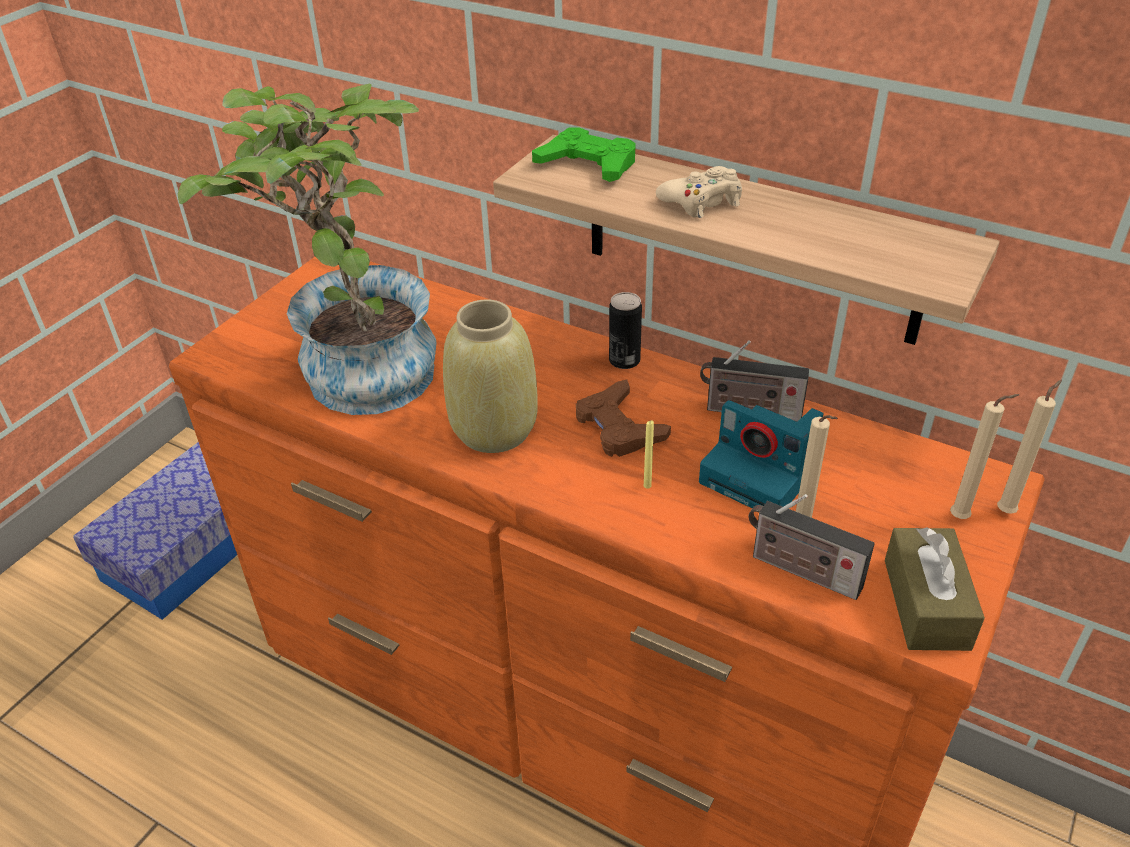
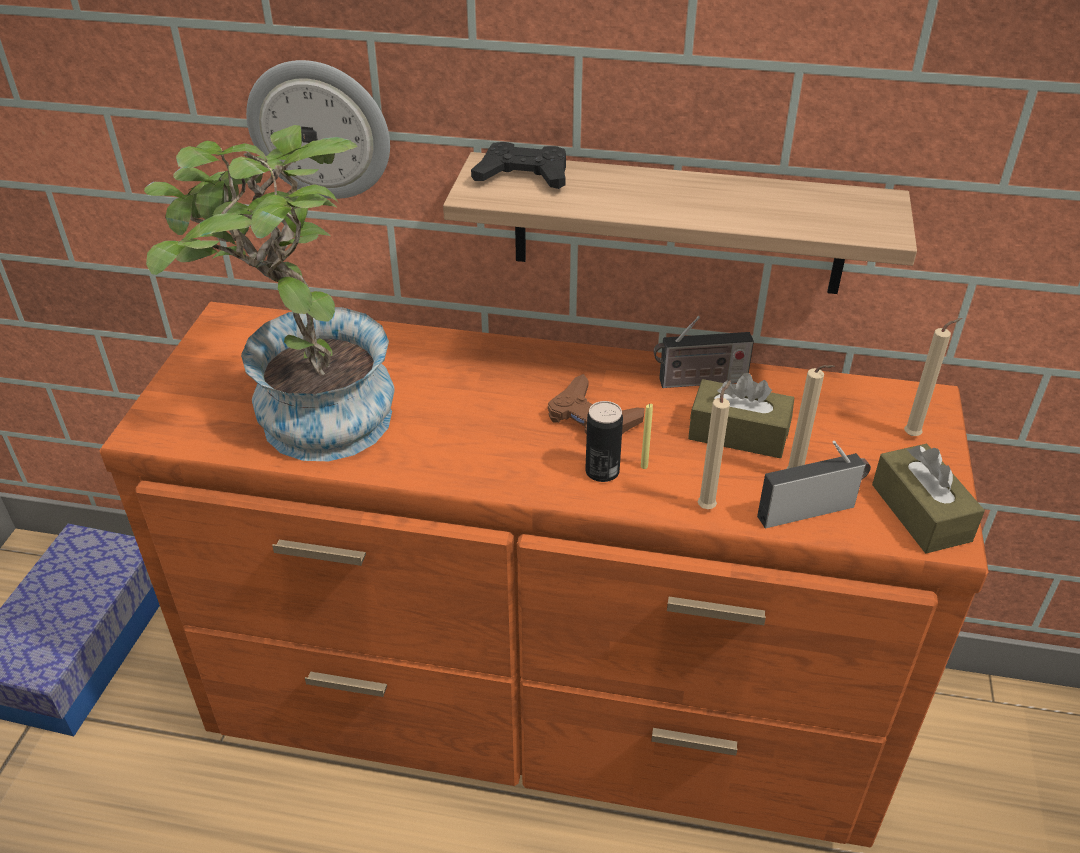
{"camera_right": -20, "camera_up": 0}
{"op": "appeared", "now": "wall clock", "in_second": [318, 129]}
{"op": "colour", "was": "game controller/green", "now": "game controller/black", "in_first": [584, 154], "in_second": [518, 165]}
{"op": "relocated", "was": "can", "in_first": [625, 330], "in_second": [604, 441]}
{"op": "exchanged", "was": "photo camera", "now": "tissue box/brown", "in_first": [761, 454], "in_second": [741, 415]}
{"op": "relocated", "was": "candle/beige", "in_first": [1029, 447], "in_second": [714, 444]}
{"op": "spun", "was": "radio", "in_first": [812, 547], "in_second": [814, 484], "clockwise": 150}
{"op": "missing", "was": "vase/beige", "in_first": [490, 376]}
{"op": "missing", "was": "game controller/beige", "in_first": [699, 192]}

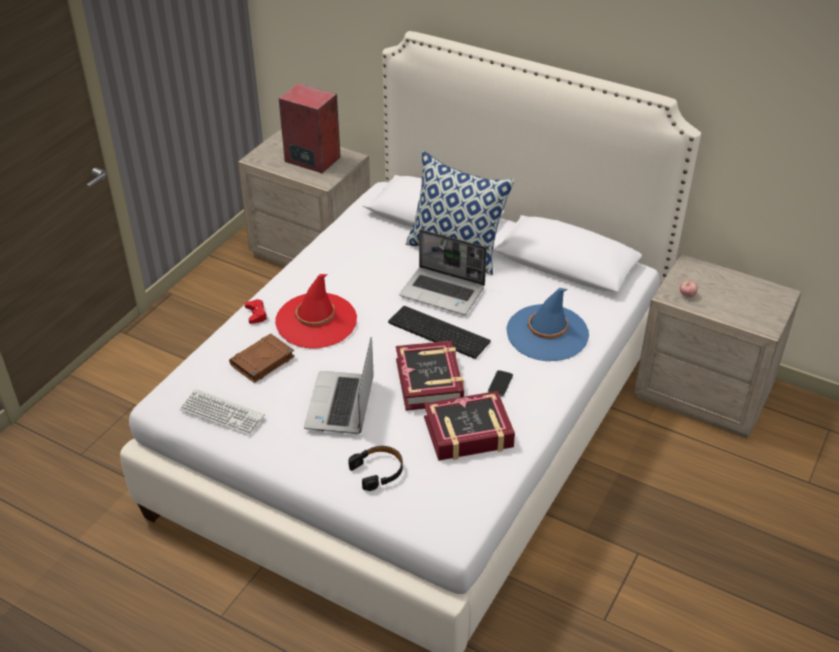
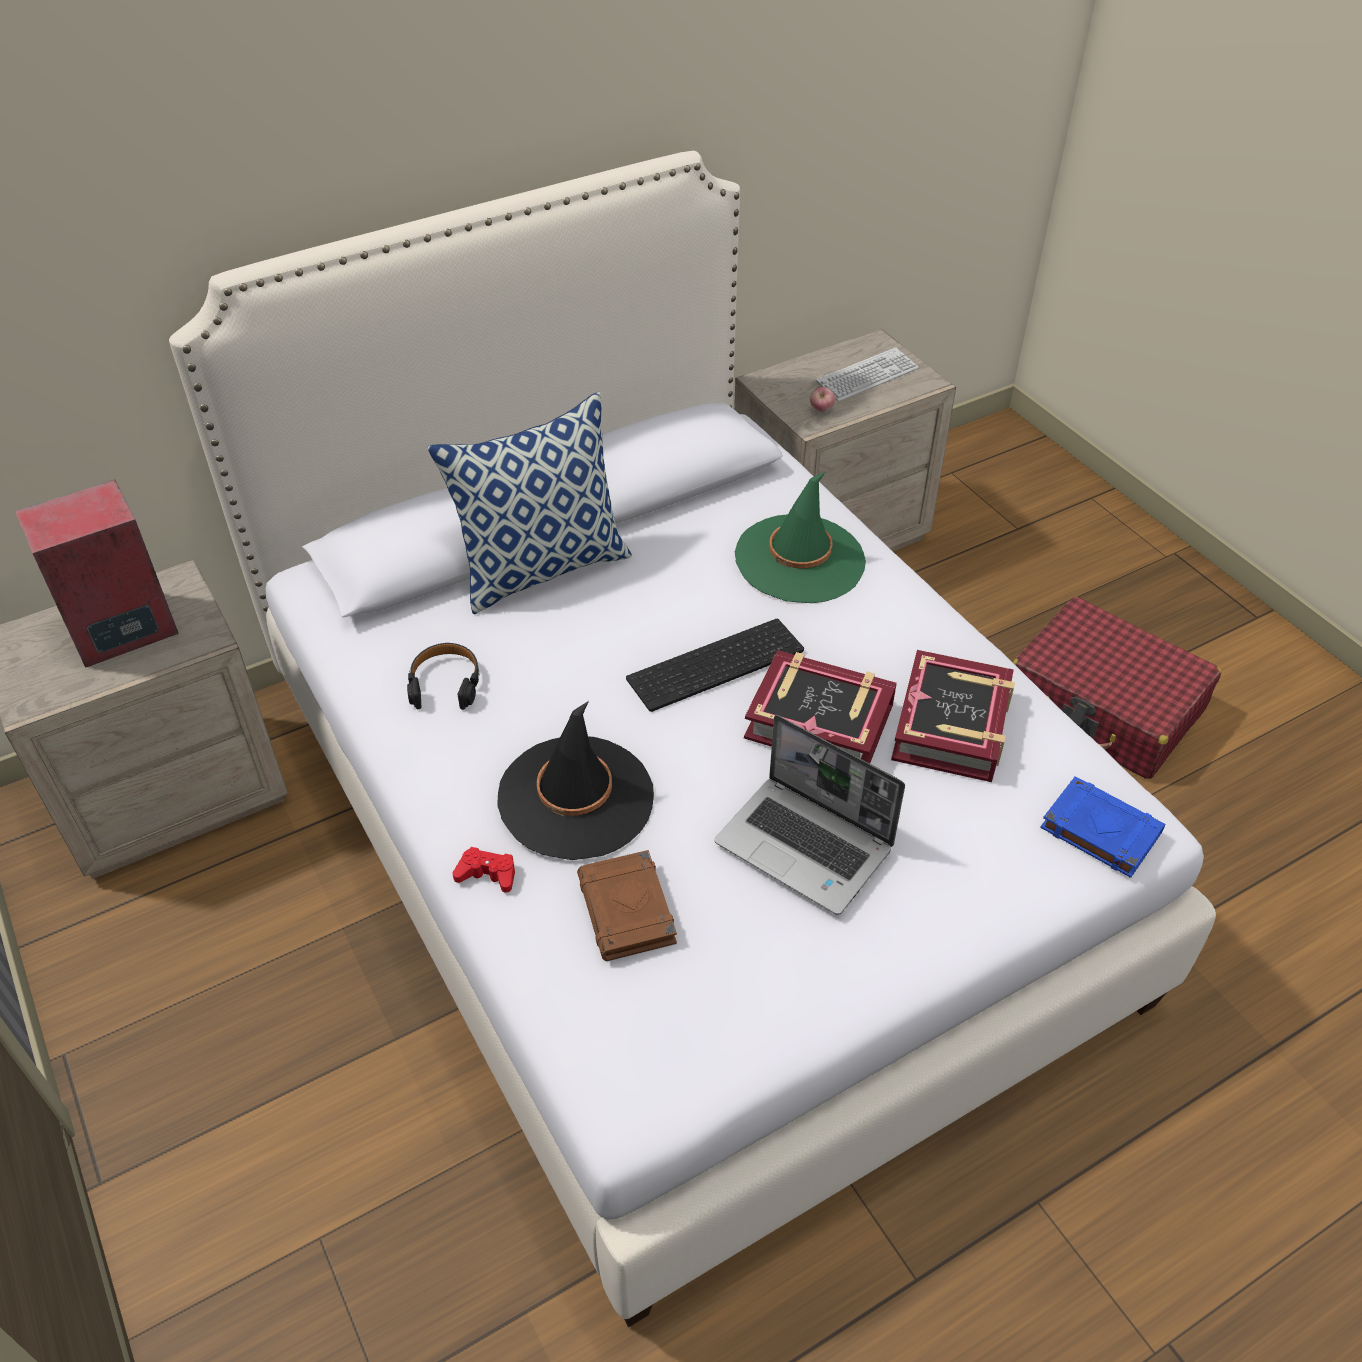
{"camera_right": -60, "camera_up": 5}
{"op": "relocated", "was": "headphones/black", "in_first": [375, 468], "in_second": [443, 676]}
{"op": "colour", "was": "hat/red", "now": "hat/black", "in_first": [316, 311], "in_second": [575, 780]}
{"op": "colour", "was": "hat/blue", "now": "hat/green", "in_first": [547, 324], "in_second": [800, 537]}
{"op": "relocated", "was": "keyboard", "in_first": [222, 412], "in_second": [867, 374]}
{"op": "appeared", "now": "suitcase/red", "in_second": [1117, 688]}
{"op": "appeared", "now": "book/blue", "in_second": [1102, 827]}
{"op": "missing", "was": "laptop", "in_first": [443, 272]}
{"op": "missing", "was": "phone", "in_first": [500, 383]}

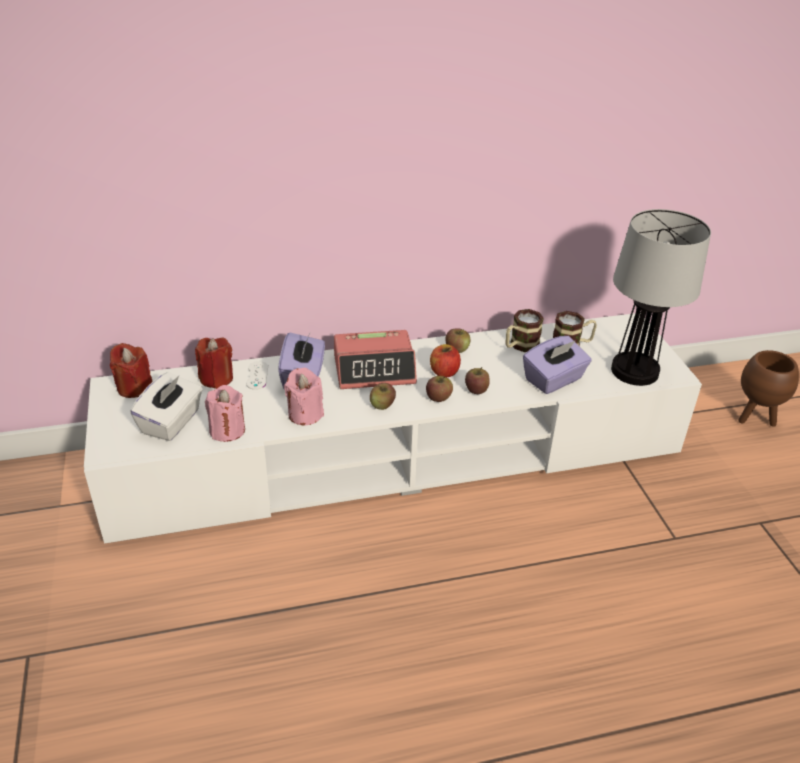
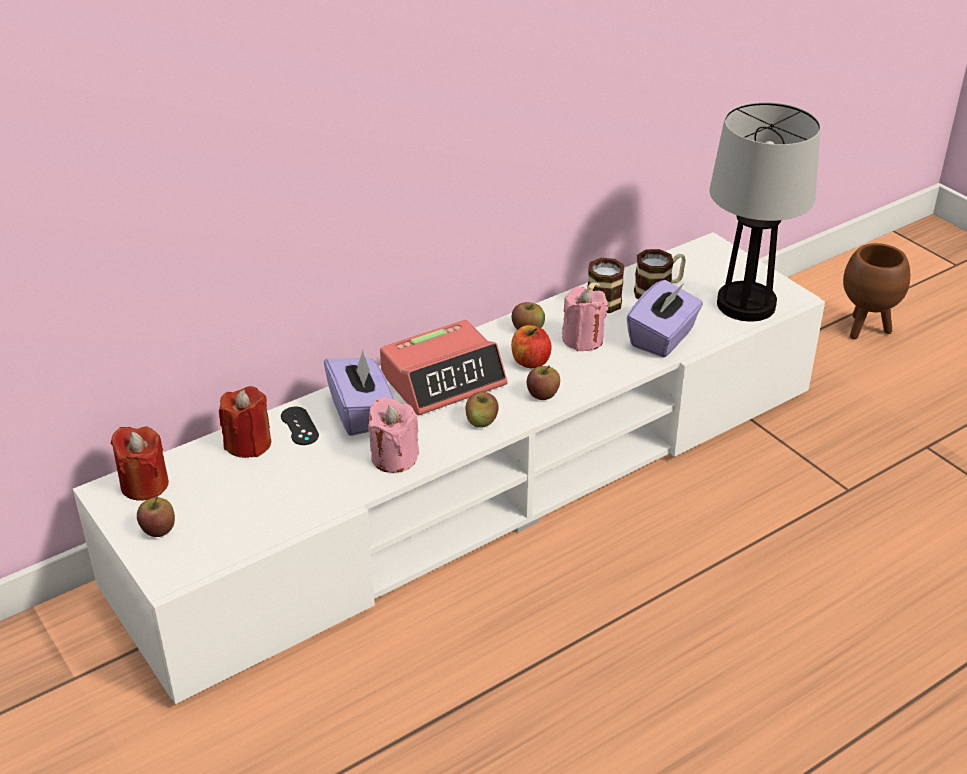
{"camera_right": -20, "camera_up": 0}
{"op": "relocated", "was": "apple", "in_first": [477, 380], "in_second": [156, 517]}
{"op": "colour", "was": "game controller/white", "now": "game controller/black", "in_first": [257, 375], "in_second": [300, 426]}
{"op": "relocated", "was": "candle/pink", "in_first": [225, 413], "in_second": [585, 319]}
{"op": "missing", "was": "tissue box/white", "in_first": [166, 406]}

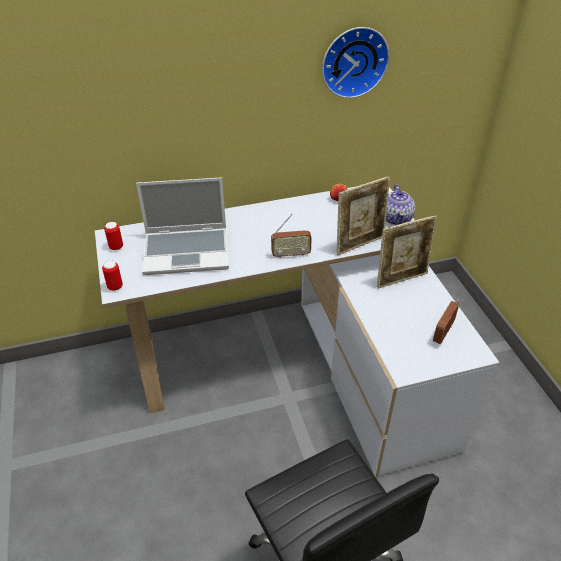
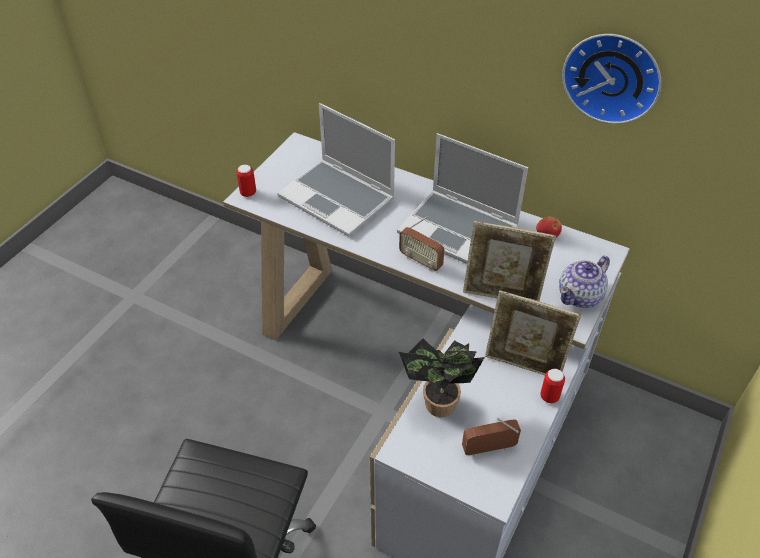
{"camera_right": 45, "camera_up": 5}
{"op": "appeared", "now": "laptop", "in_second": [462, 198]}
{"op": "appeared", "now": "potted plant", "in_second": [442, 378]}
{"op": "relocated", "was": "can", "in_first": [113, 236], "in_second": [552, 386]}

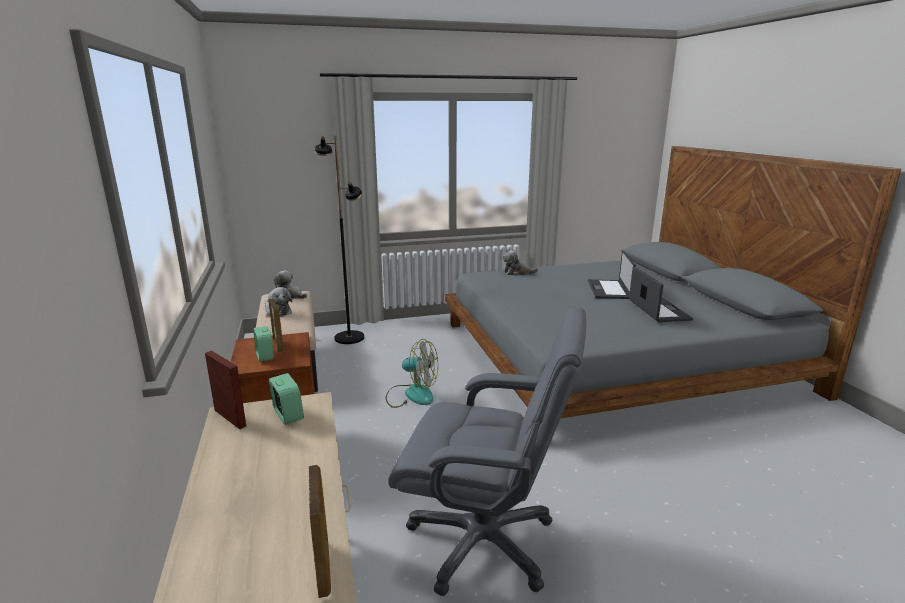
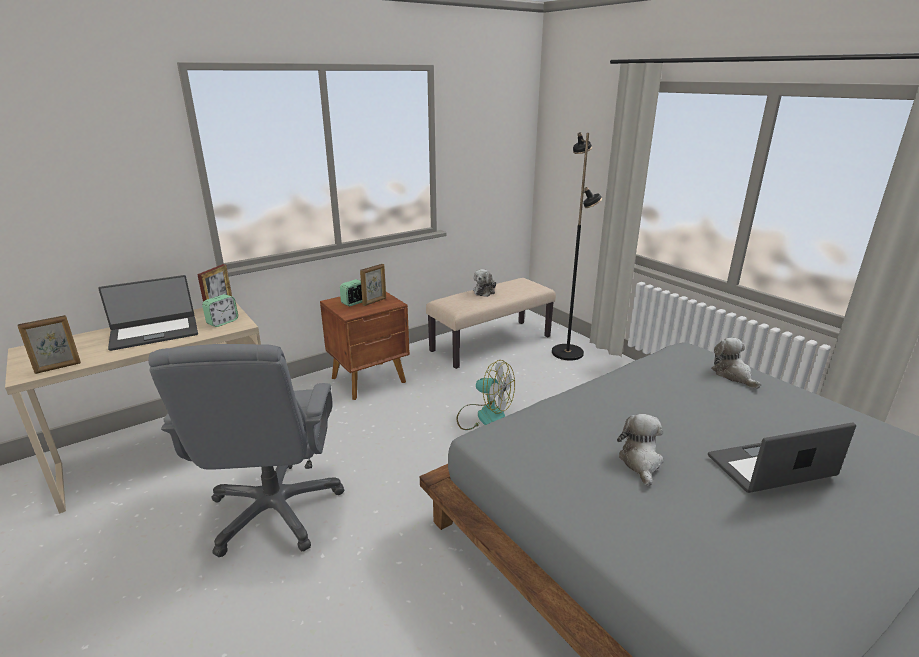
{"camera_right": 70, "camera_up": 5}
{"op": "relocated", "was": "laptop", "in_first": [661, 294], "in_second": [148, 313]}
{"op": "spun", "was": "fan", "in_first": [412, 373], "in_second": [485, 395], "clockwise": -60}
{"op": "relocated", "was": "plush toy", "in_first": [290, 284], "in_second": [640, 450]}

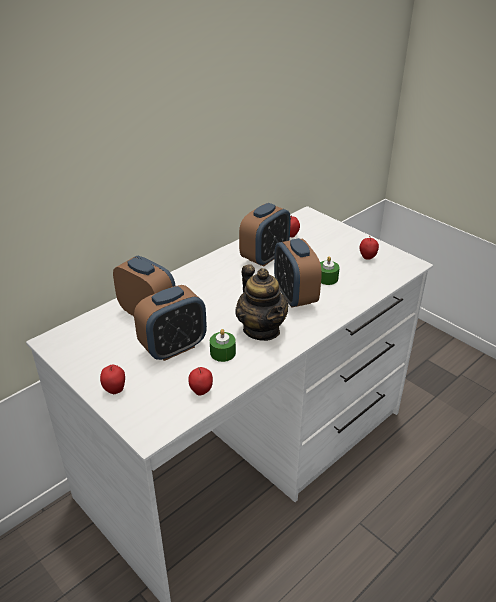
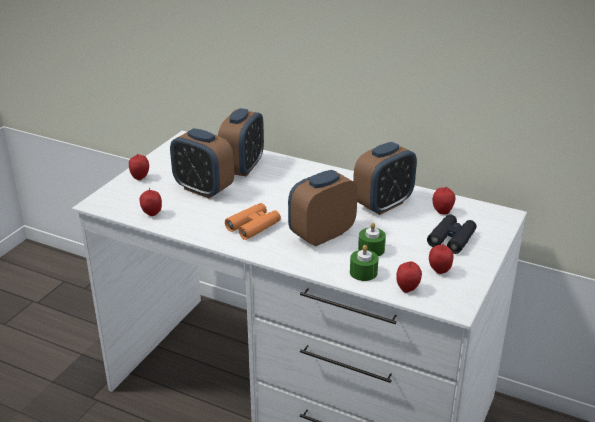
{"camera_right": 70, "camera_up": -5}
{"op": "exchanged", "was": "teapot", "now": "binoculars/orange", "in_first": [262, 302], "in_second": [253, 221]}
{"op": "relocated", "was": "candle/green", "in_first": [223, 345], "in_second": [364, 263]}
{"op": "spun", "was": "alarm clock", "in_first": [265, 235], "in_second": [385, 178], "clockwise": -60}
{"op": "appeared", "now": "apple", "in_second": [409, 277]}
{"op": "appeared", "now": "binoculars/black", "in_second": [452, 234]}

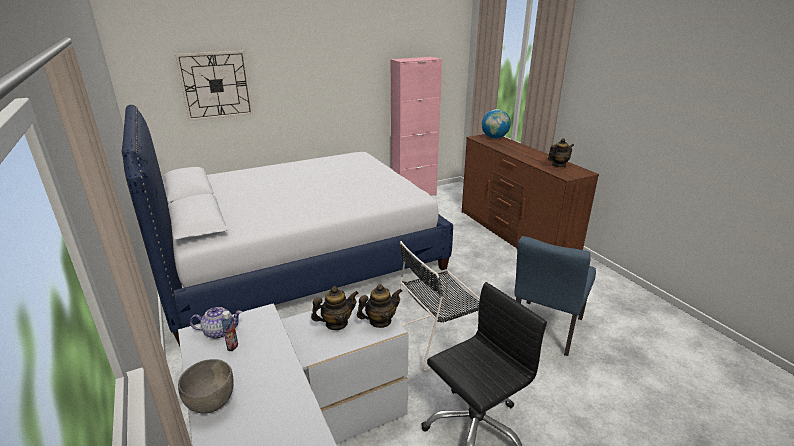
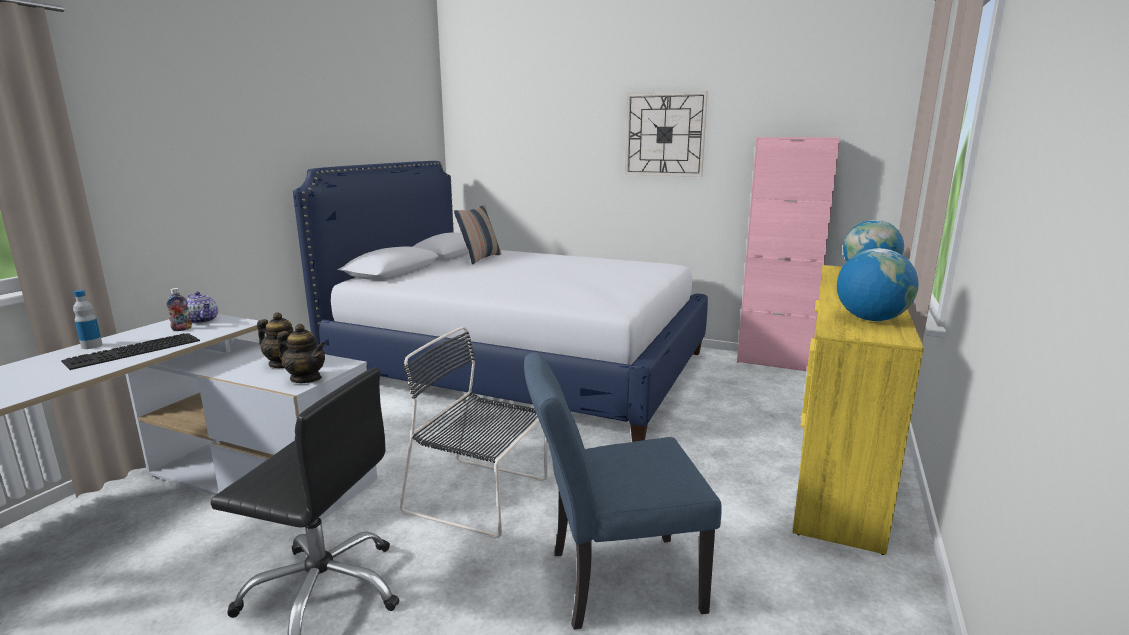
{"camera_right": 50, "camera_up": -10}
{"op": "appeared", "now": "keyboard", "in_second": [130, 351]}
{"op": "exchanged", "was": "bowl/grey", "now": "bottle", "in_first": [206, 386], "in_second": [88, 319]}
{"op": "appeared", "now": "pillow", "in_second": [478, 234]}
{"op": "relocated", "was": "wall clock", "in_first": [214, 86], "in_second": [666, 134]}
{"op": "colour", "was": "dresser/brown", "now": "dresser/yellow", "in_first": [530, 192], "in_second": [858, 410]}
{"op": "exchanged", "was": "teapot", "now": "globe", "in_first": [561, 152], "in_second": [878, 284]}

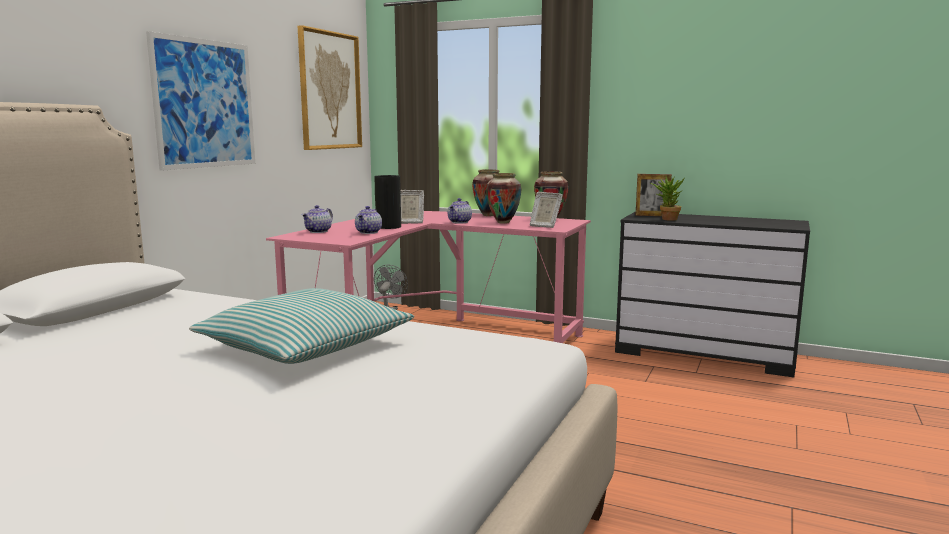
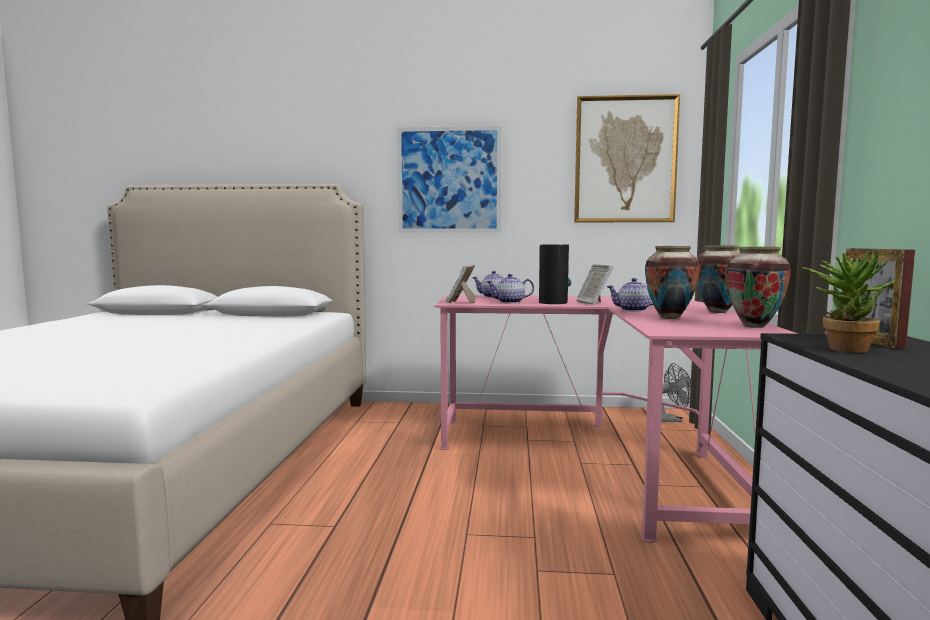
{"camera_right": 70, "camera_up": -5}
{"op": "relocated", "was": "picture frame", "in_first": [546, 210], "in_second": [460, 284]}
{"op": "missing", "was": "pillow", "in_first": [301, 326]}

